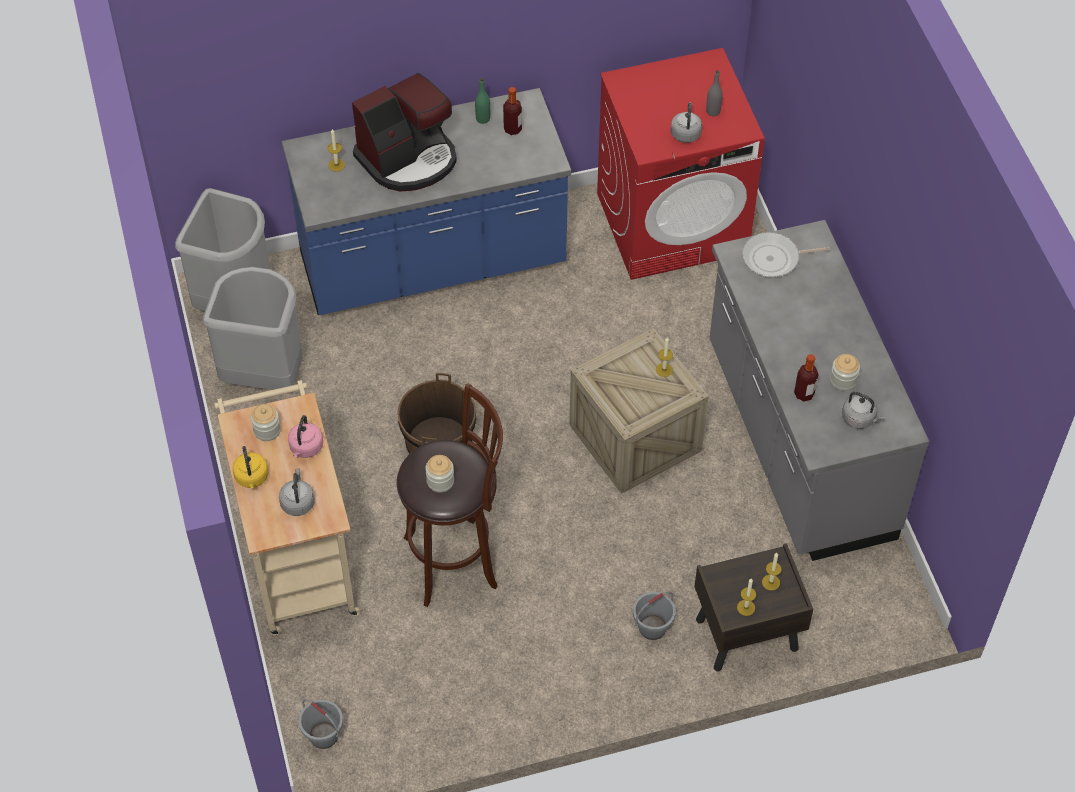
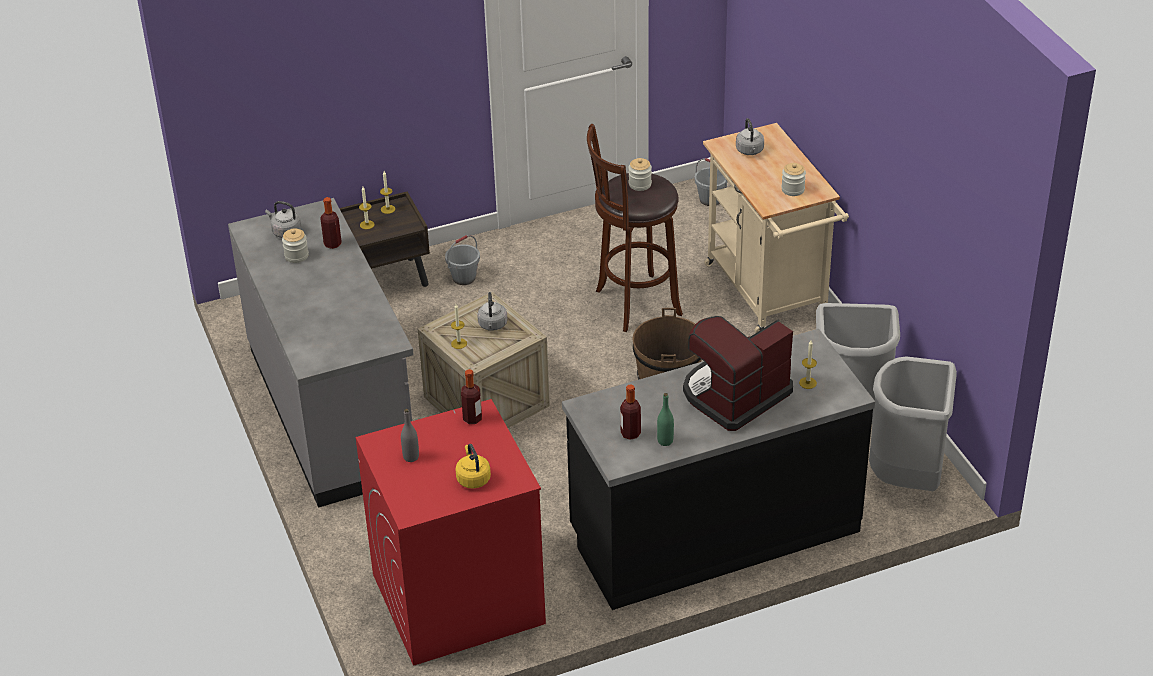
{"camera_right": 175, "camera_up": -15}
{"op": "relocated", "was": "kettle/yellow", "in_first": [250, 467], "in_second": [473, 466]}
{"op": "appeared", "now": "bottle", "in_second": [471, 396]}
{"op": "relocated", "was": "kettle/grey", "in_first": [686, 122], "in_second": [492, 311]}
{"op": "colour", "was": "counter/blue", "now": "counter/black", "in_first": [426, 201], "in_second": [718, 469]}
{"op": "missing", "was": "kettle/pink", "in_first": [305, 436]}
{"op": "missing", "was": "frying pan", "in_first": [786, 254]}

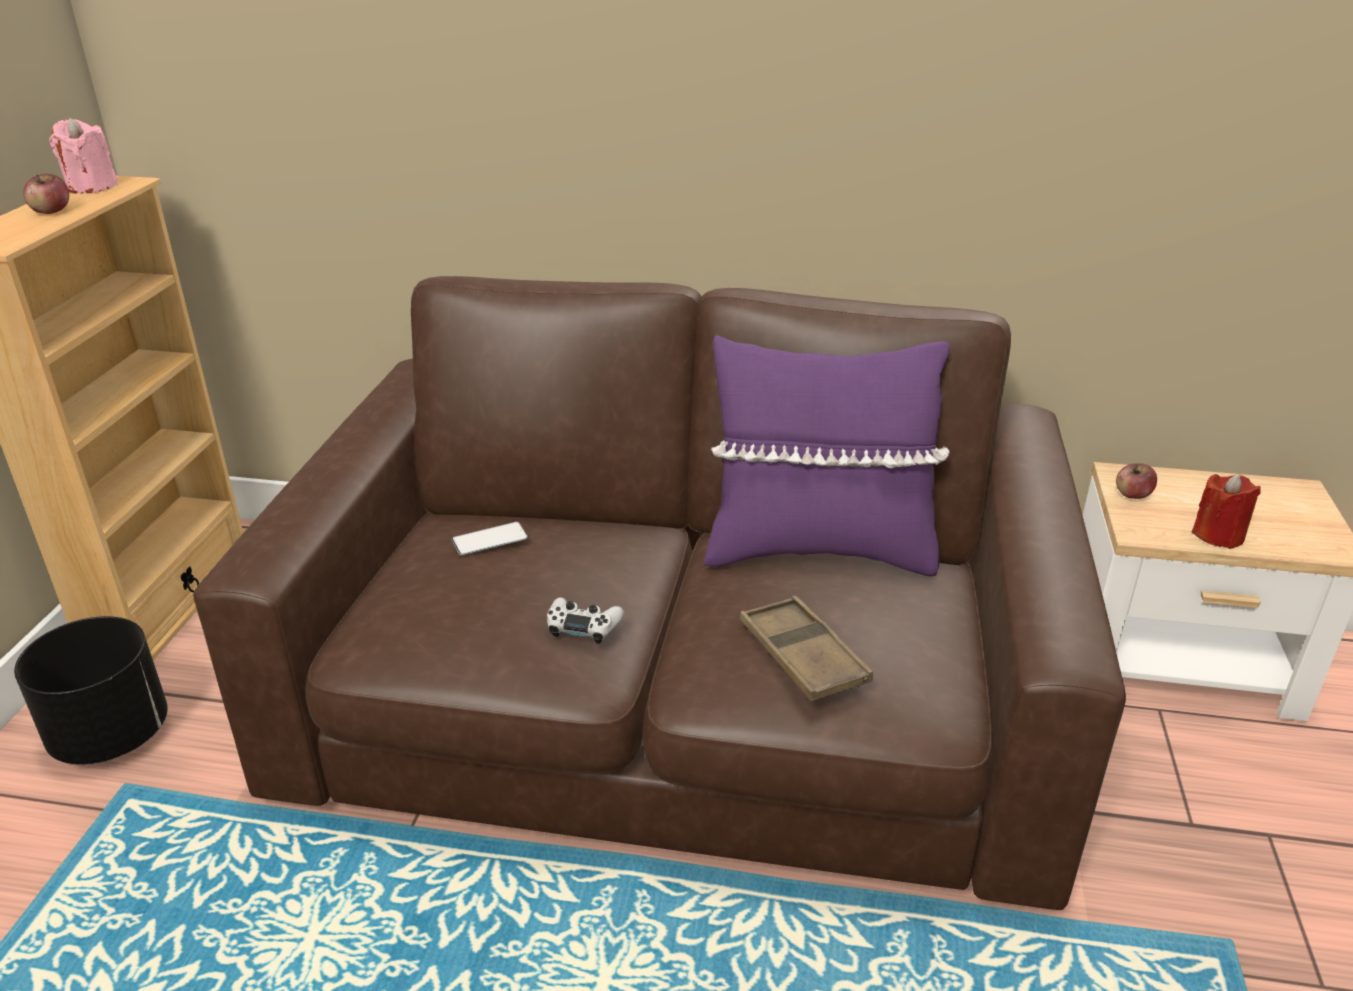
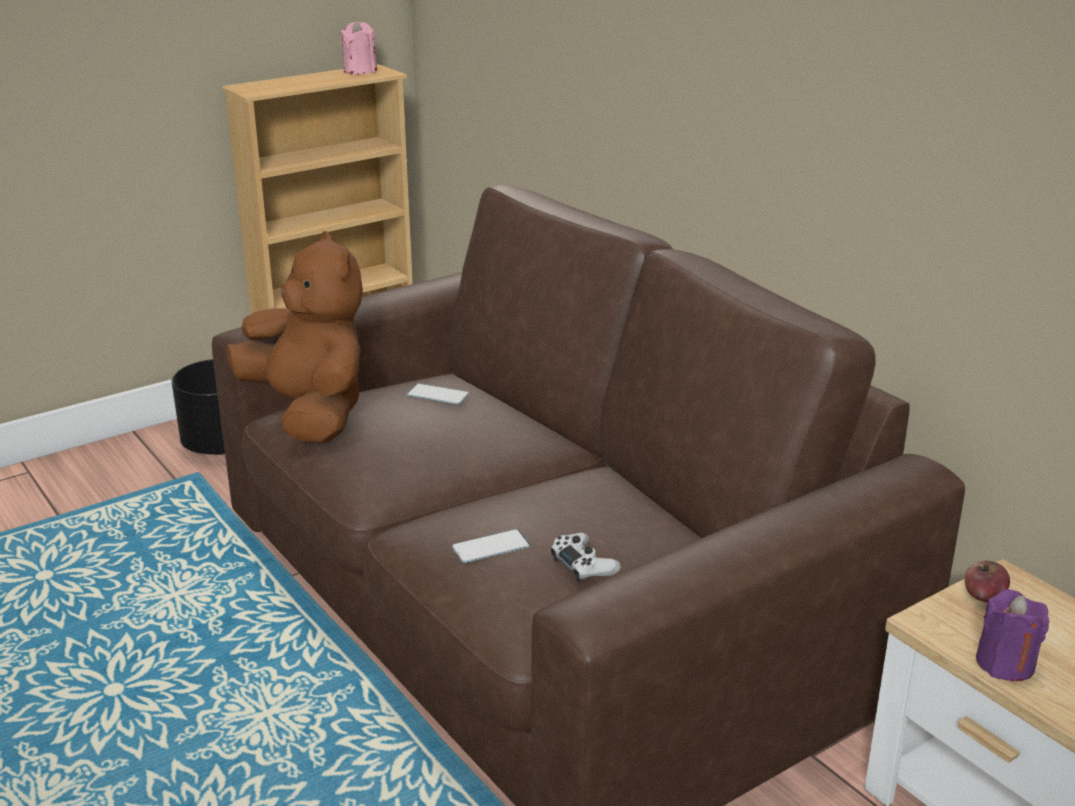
{"camera_right": 45, "camera_up": -5}
{"op": "appeared", "now": "plush toy/brown", "in_second": [294, 337]}
{"op": "exchanged", "was": "tray/brown", "now": "phone", "in_first": [806, 648], "in_second": [491, 546]}
{"op": "relocated", "was": "game controller/white", "in_first": [585, 620], "in_second": [586, 557]}
{"op": "colour", "was": "candle/red", "now": "candle/purple", "in_first": [1226, 511], "in_second": [1012, 635]}
{"op": "missing", "was": "apple", "in_first": [46, 194]}
{"op": "missing", "was": "pillow/purple", "in_first": [827, 455]}

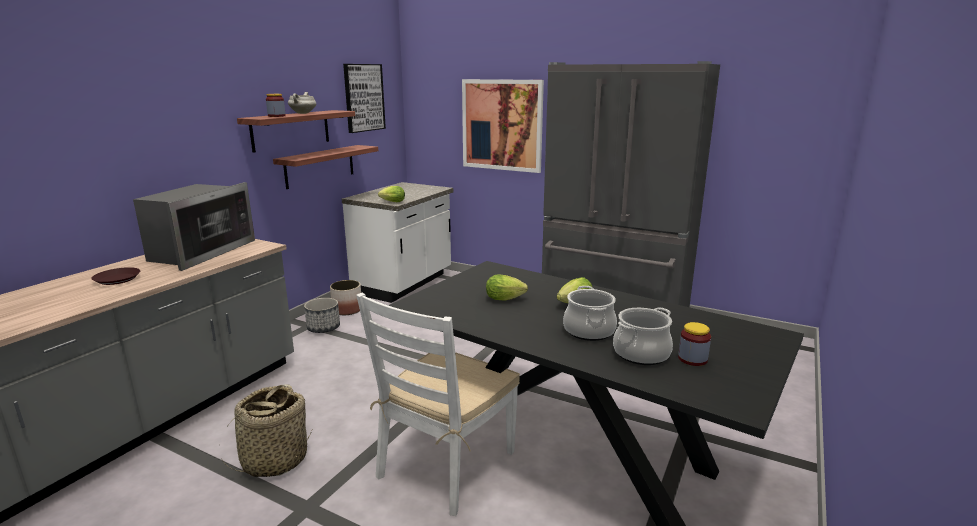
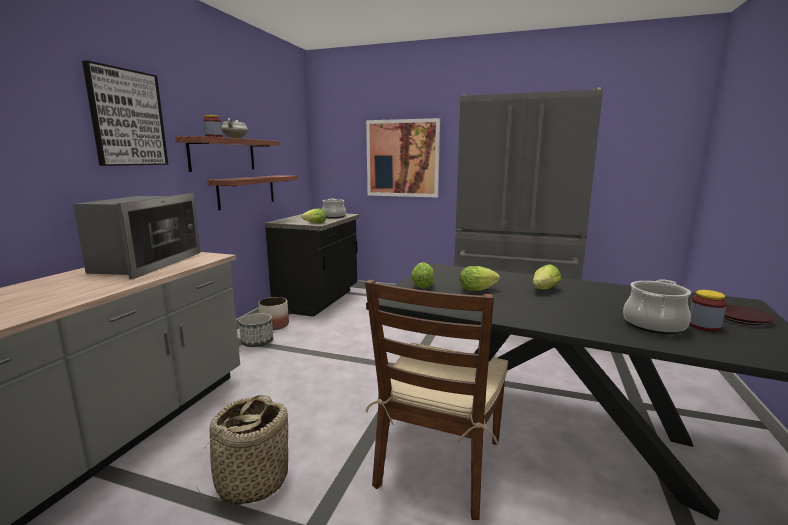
{"camera_right": -10, "camera_up": -5}
{"op": "relocated", "was": "picture", "in_first": [364, 98], "in_second": [125, 113]}
{"op": "colour", "was": "counter/white", "now": "counter/black", "in_first": [397, 242], "in_second": [312, 265]}
{"op": "relocated", "was": "cooking pot", "in_first": [590, 313], "in_second": [334, 209]}
{"op": "colour", "was": "chair/white", "now": "chair/brown", "in_first": [438, 404], "in_second": [436, 400]}
{"op": "appeared", "now": "lettuce", "in_second": [422, 275]}
{"op": "relocated", "was": "plate/brown", "in_first": [115, 276], "in_second": [749, 314]}

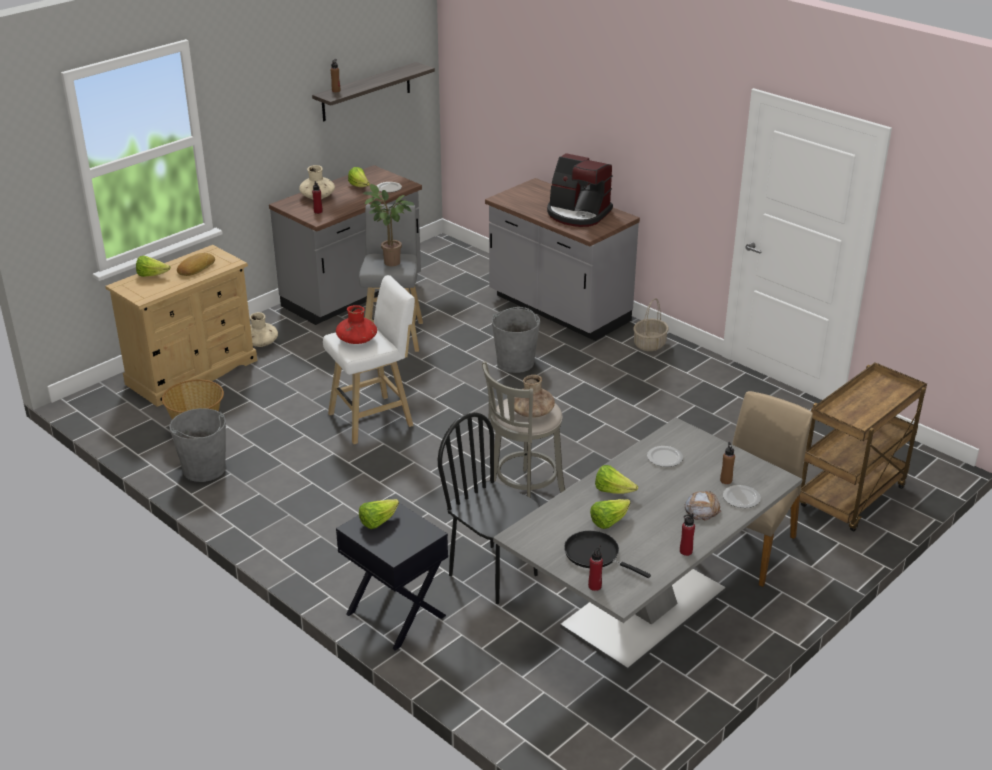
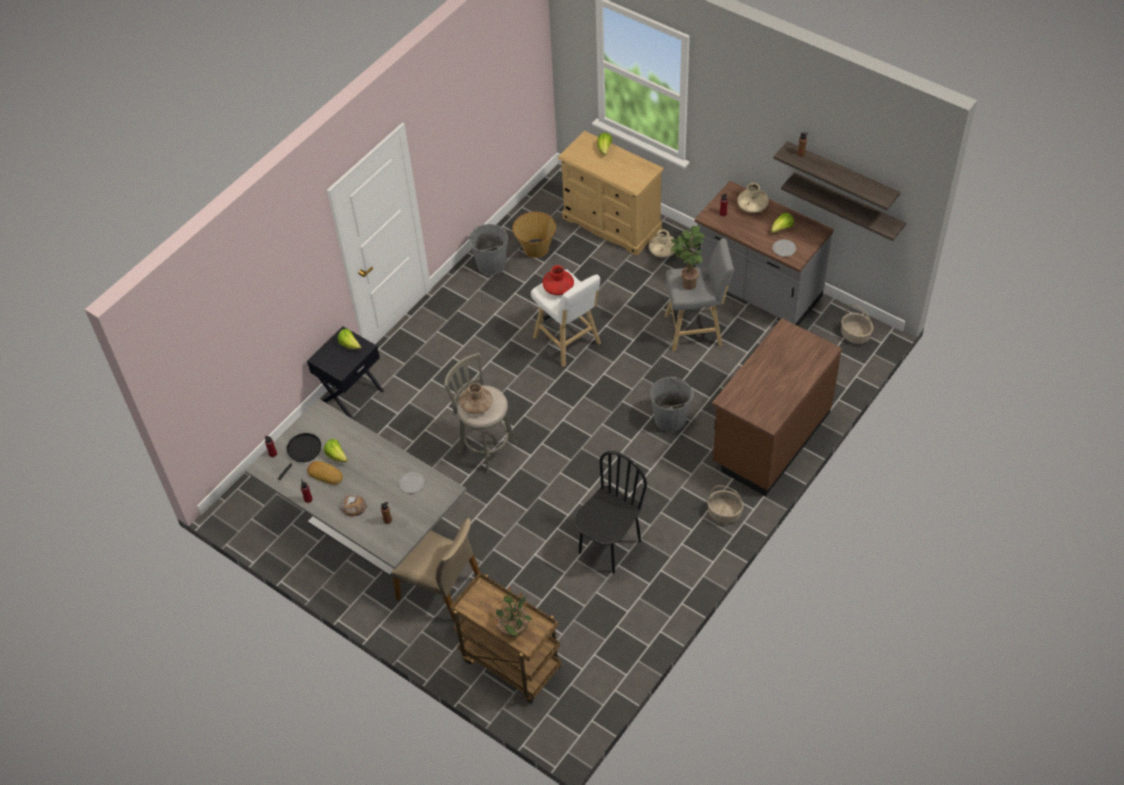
{"camera_right": 85, "camera_up": 20}
{"op": "relocated", "was": "bread", "in_first": [196, 264], "in_second": [325, 473]}
{"op": "appeared", "now": "potted plant", "in_second": [513, 612]}
{"op": "relocated", "was": "chair/black", "in_first": [489, 508], "in_second": [611, 512]}
{"op": "colour", "was": "counter/grey", "now": "counter/brown", "in_first": [562, 259], "in_second": [777, 407]}
{"op": "appeared", "now": "shelf", "in_second": [843, 206]}
{"op": "appeared", "now": "basket", "in_second": [857, 324]}
{"op": "missing", "was": "coffee machine", "in_first": [580, 190]}
{"op": "missing", "was": "lettuce", "in_first": [616, 479]}
{"op": "missing", "was": "plate", "in_first": [742, 496]}

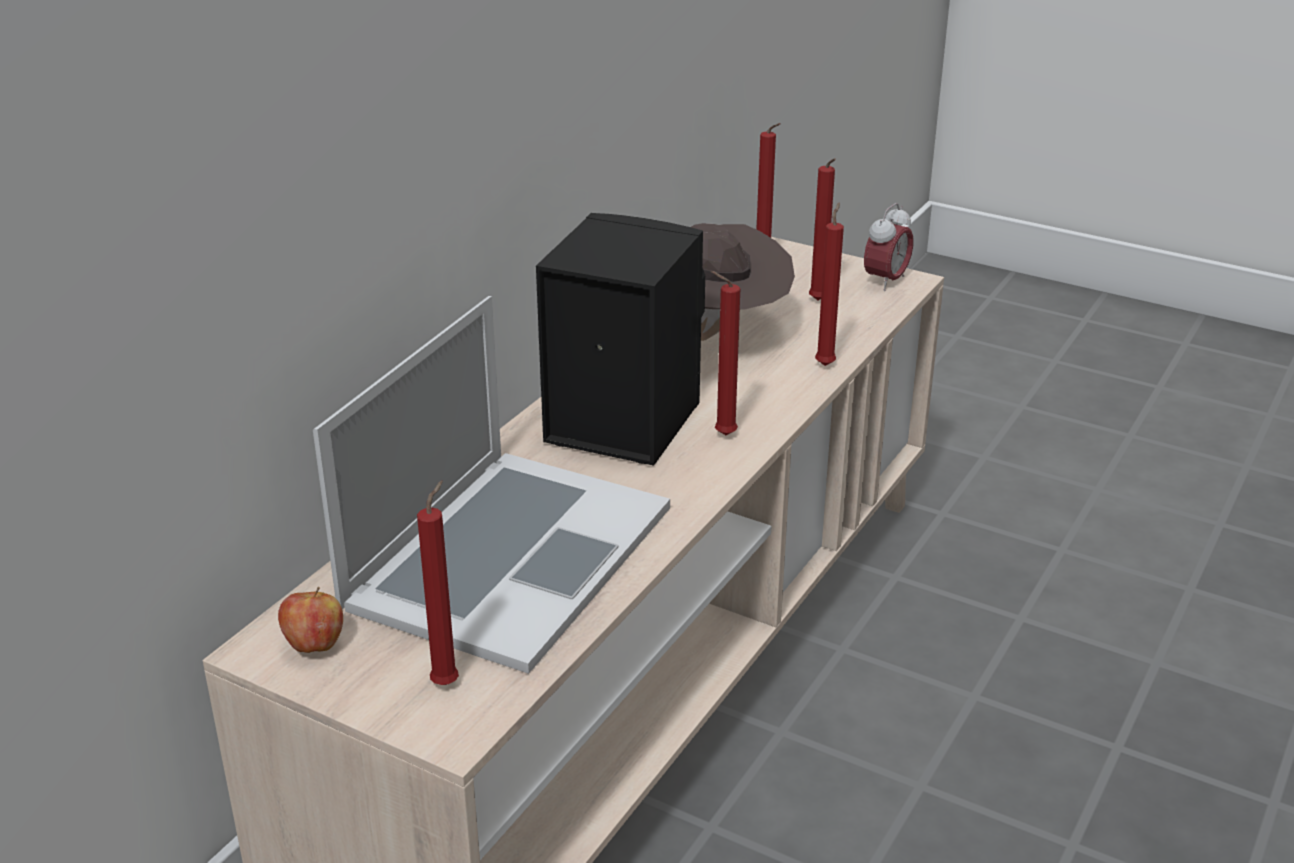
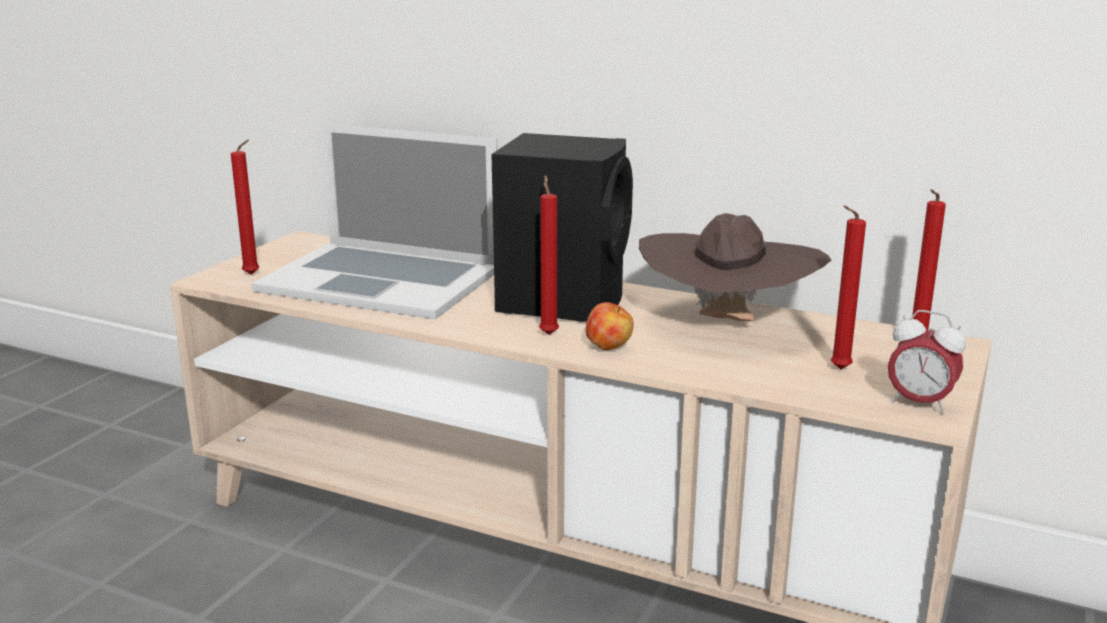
{"camera_right": 85, "camera_up": -10}
{"op": "relocated", "was": "apple", "in_first": [310, 620], "in_second": [609, 326]}
{"op": "missing", "was": "candle/red", "in_first": [829, 284]}

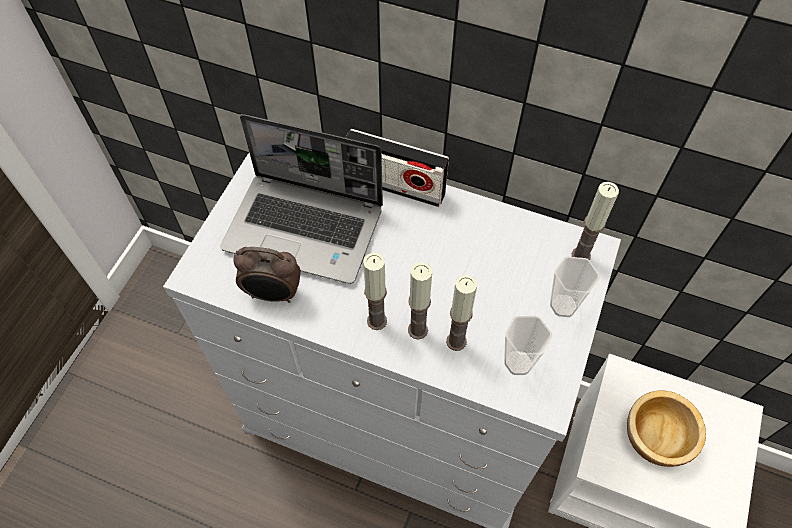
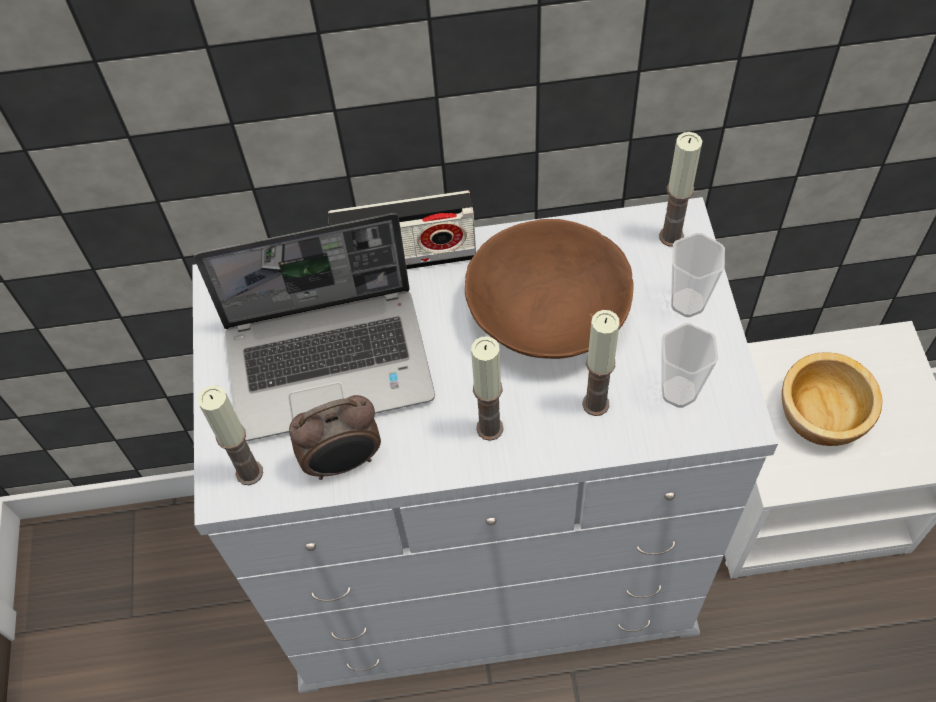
{"camera_right": -25, "camera_up": 0}
{"op": "relocated", "was": "candle", "in_first": [420, 301], "in_second": [230, 435]}
{"op": "appeared", "now": "bowl/brown", "in_second": [549, 289]}

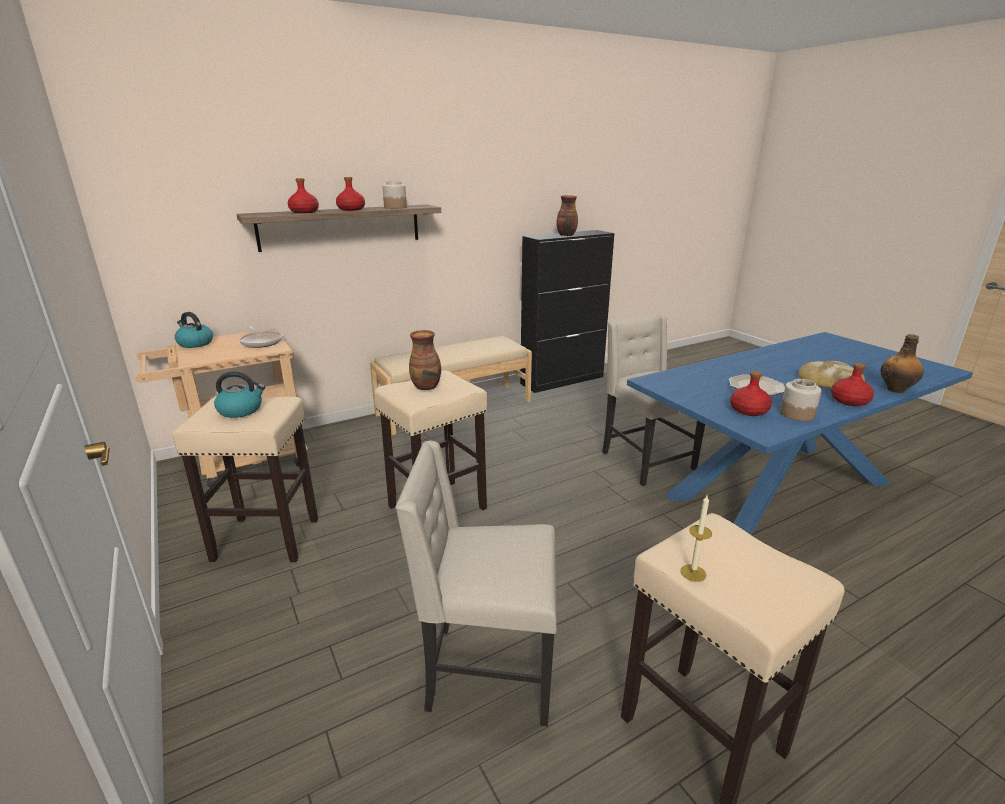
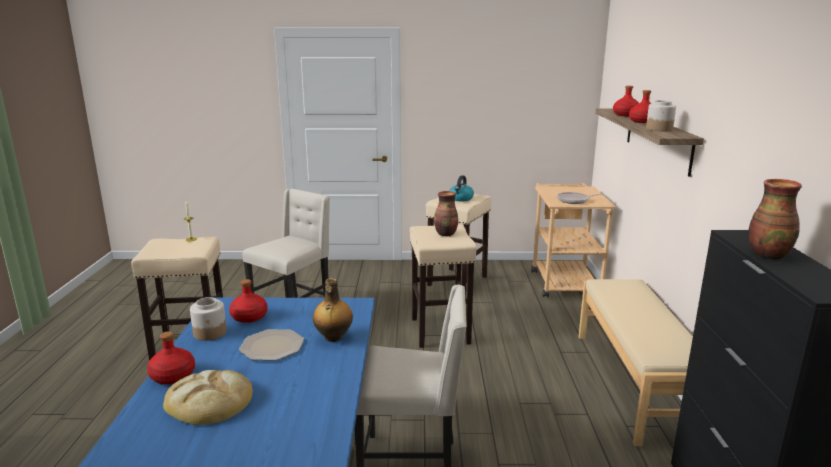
{"camera_right": 120, "camera_up": -5}
{"op": "relocated", "was": "bottle", "in_first": [902, 363], "in_second": [333, 310]}
{"op": "missing", "was": "kettle", "in_first": [194, 330]}

